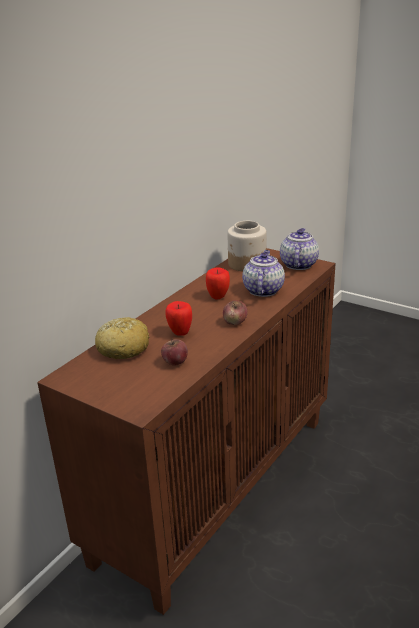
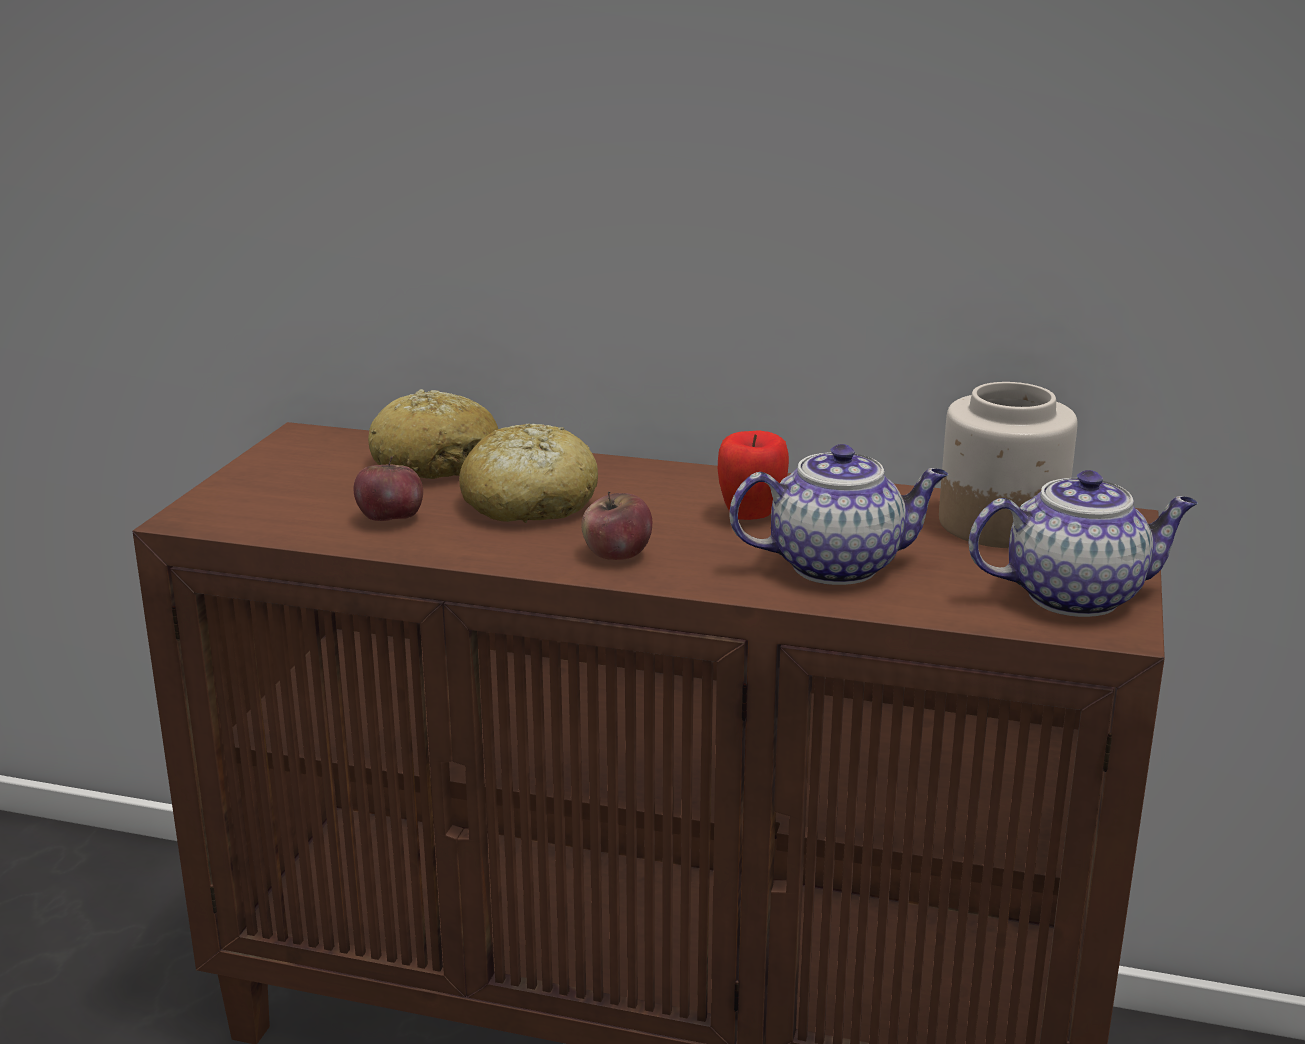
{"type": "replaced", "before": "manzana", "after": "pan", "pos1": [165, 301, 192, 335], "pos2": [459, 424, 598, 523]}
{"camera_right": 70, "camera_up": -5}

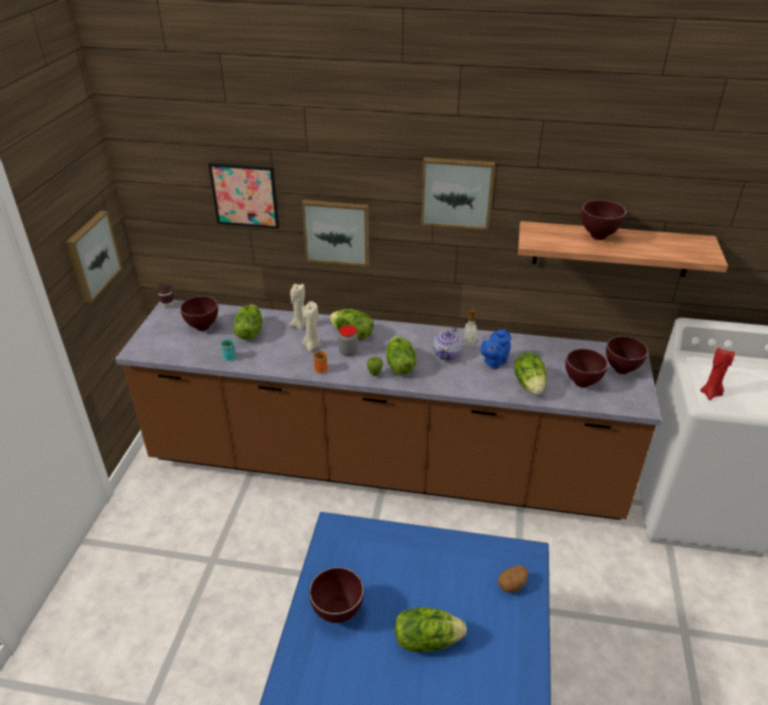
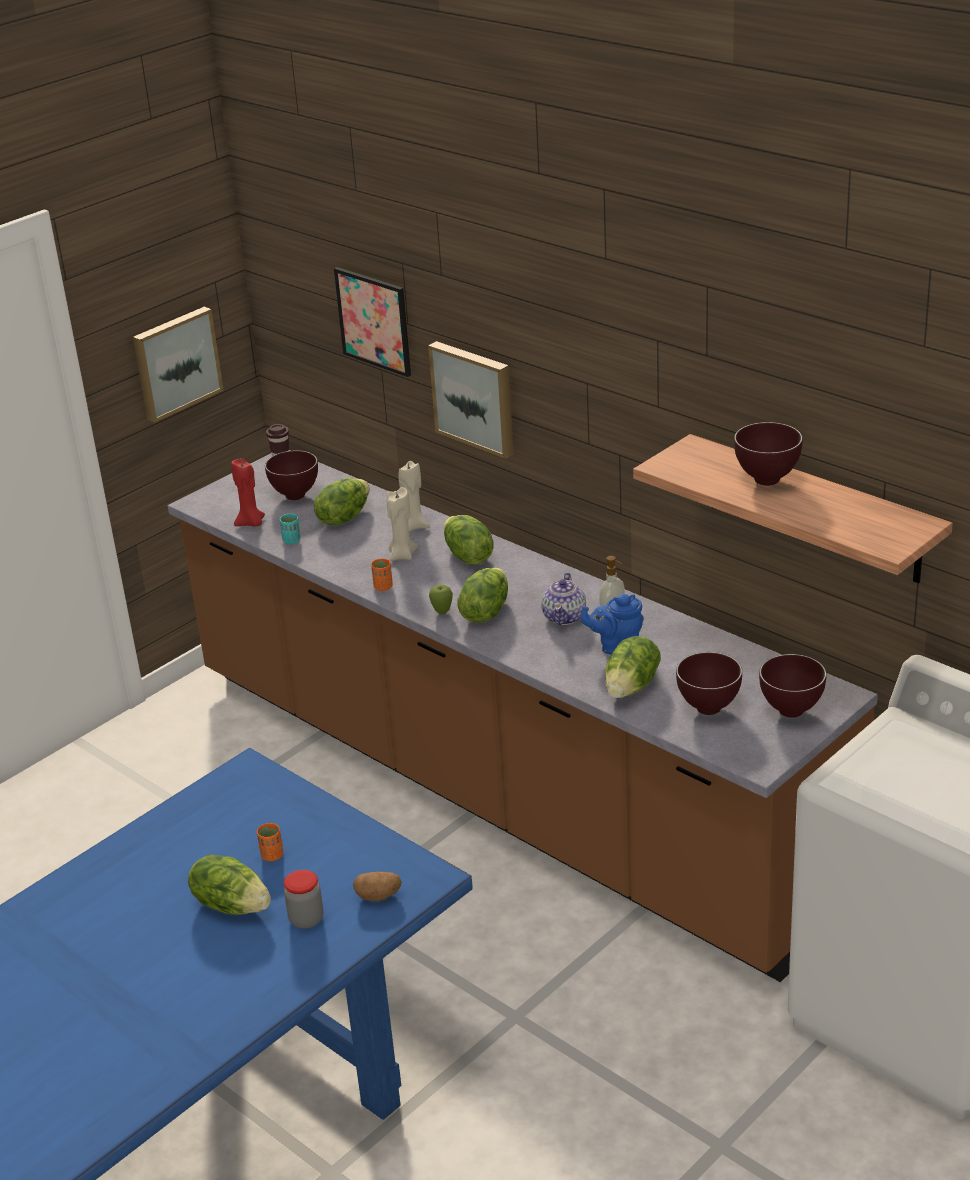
{"type": "removed", "before": "cuenco (marrón)", "pos1": [309, 567, 364, 623]}
{"type": "removed", "before": "cuadro", "pos1": [421, 157, 495, 230]}
{"type": "added", "after": "taza (naranja)", "pos2": [257, 823, 283, 861]}
{"type": "moved", "before": "tarro", "pos1": [339, 325, 358, 356], "pos2": [284, 870, 323, 929]}
{"type": "moved", "before": "vela (rojo)", "pos1": [700, 347, 735, 400], "pos2": [231, 458, 265, 527]}
{"type": "turned", "before": "tetera", "pos1": [433, 327, 462, 360], "pos2": [541, 572, 586, 625], "turn": -45}
{"camera_right": 35, "camera_up": -5}

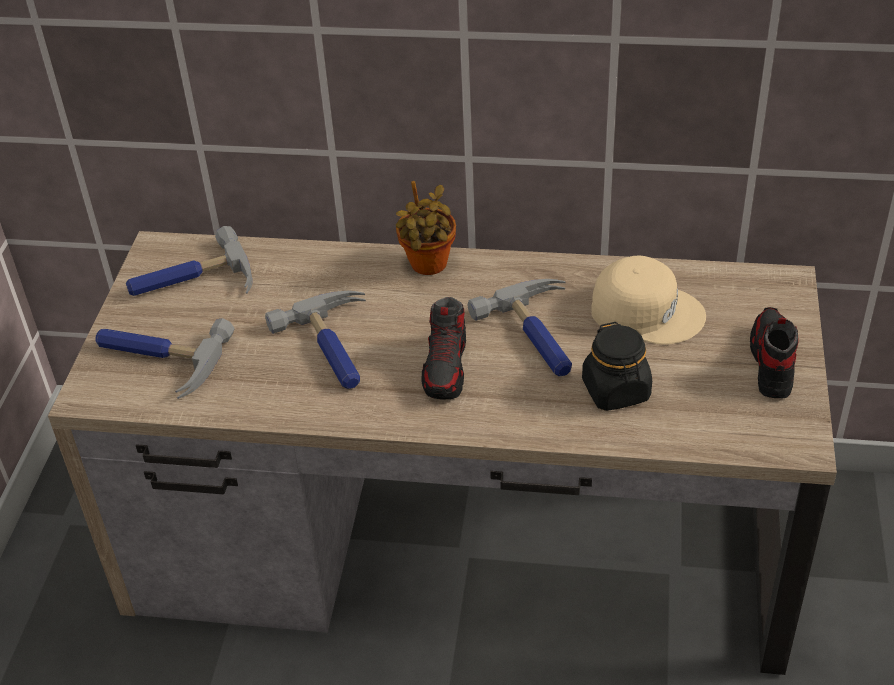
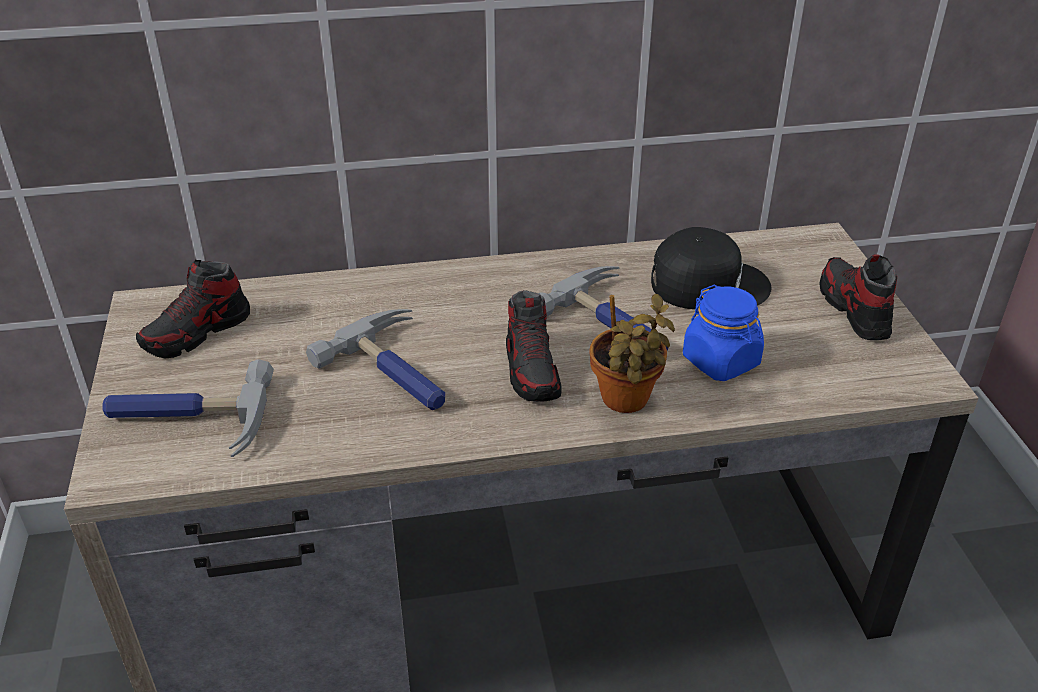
{"type": "moved", "before": "planta en maceta", "pos1": [396, 181, 456, 275], "pos2": [590, 294, 675, 413]}
{"type": "replaced", "before": "martillo", "after": "zapato", "pos1": [126, 226, 253, 296], "pos2": [136, 260, 250, 359]}
{"type": "recoloured", "before": "tarro (negro)", "after": "tarro (azul)", "pos1": [582, 322, 652, 411], "pos2": [683, 284, 764, 381]}
{"type": "recoloured", "before": "gorra (beis)", "after": "gorra (negro)", "pos1": [591, 255, 706, 345], "pos2": [651, 227, 772, 309]}
{"camera_right": -20, "camera_up": -5}

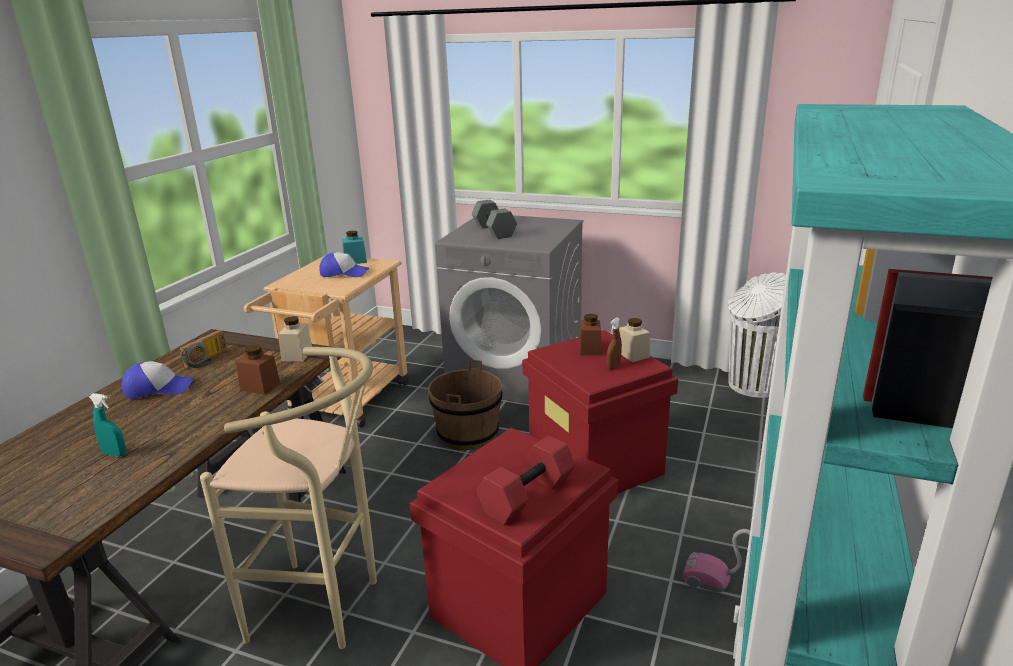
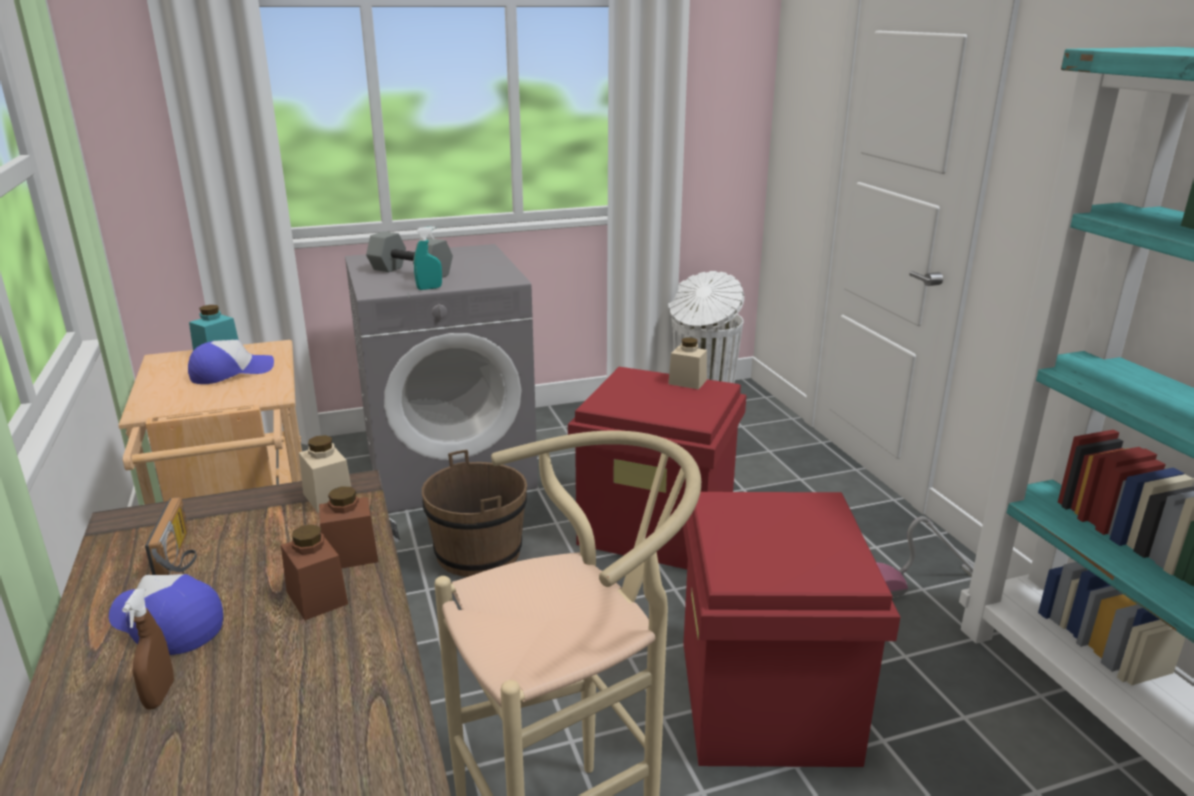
{"type": "removed", "before": "mancuerna (rojo)", "pos1": [477, 436, 575, 525]}
{"type": "moved", "before": "pulverizador (turquesa)", "pos1": [89, 393, 126, 457], "pos2": [414, 227, 442, 290]}
{"type": "moved", "before": "tarro (marrón)", "pos1": [580, 314, 601, 356], "pos2": [281, 524, 348, 620]}
{"type": "moved", "before": "pulverizador (marrón)", "pos1": [607, 317, 622, 370], "pos2": [122, 589, 174, 710]}
{"type": "turned", "before": "gorra", "pos1": [122, 361, 194, 398], "pos2": [109, 574, 223, 655], "turn": -105}
{"camera_right": -40, "camera_up": 0}

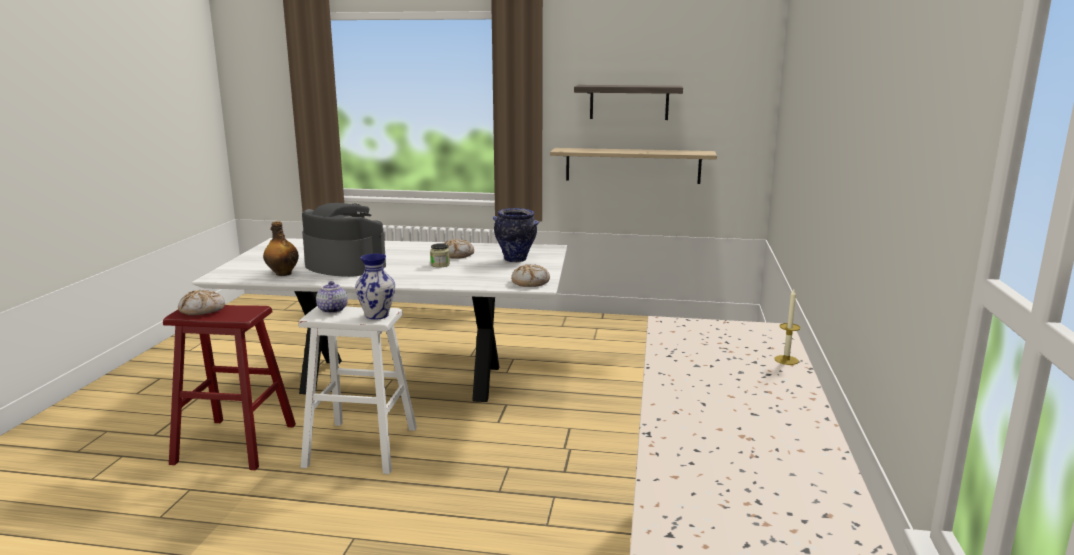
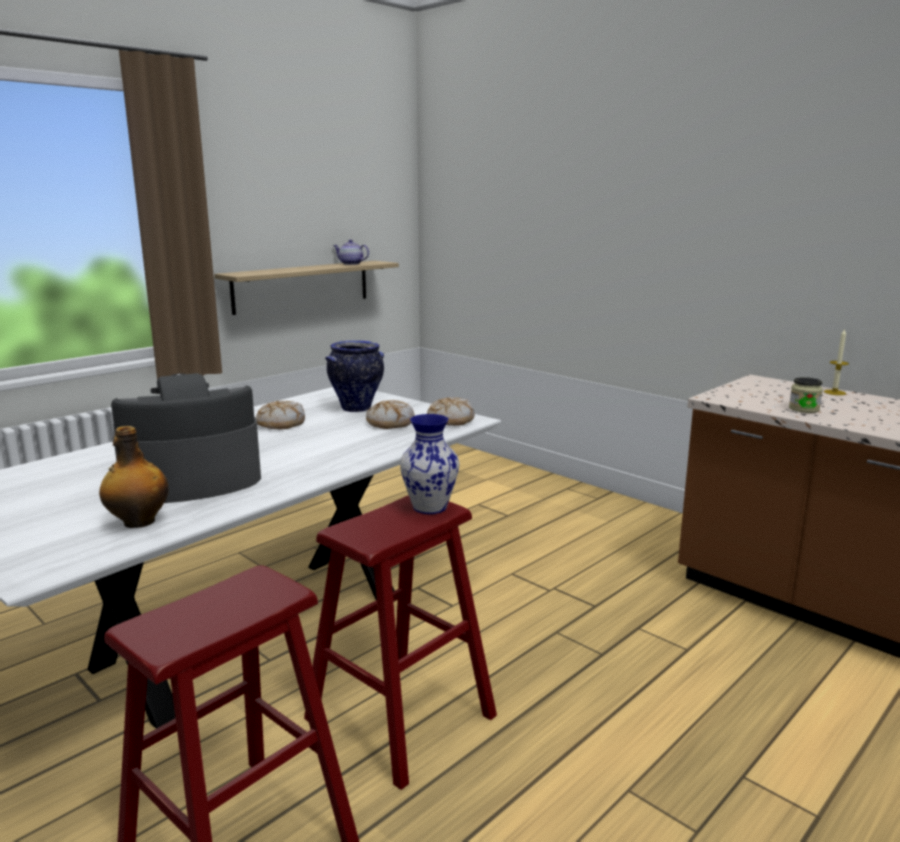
{"type": "removed", "before": "estante", "pos1": [574, 85, 683, 120]}
{"type": "moved", "before": "pan", "pos1": [178, 290, 225, 316], "pos2": [366, 400, 415, 429]}
{"type": "moved", "before": "tetera", "pos1": [316, 281, 348, 313], "pos2": [333, 240, 369, 265]}
{"type": "moved", "before": "tarro", "pos1": [430, 243, 450, 268], "pos2": [789, 377, 823, 413]}
{"type": "recoloured", "before": "taburete (blanco)", "after": "taburete (rojo)", "pos1": [299, 306, 417, 474], "pos2": [304, 495, 497, 790]}
{"camera_right": -55, "camera_up": 0}

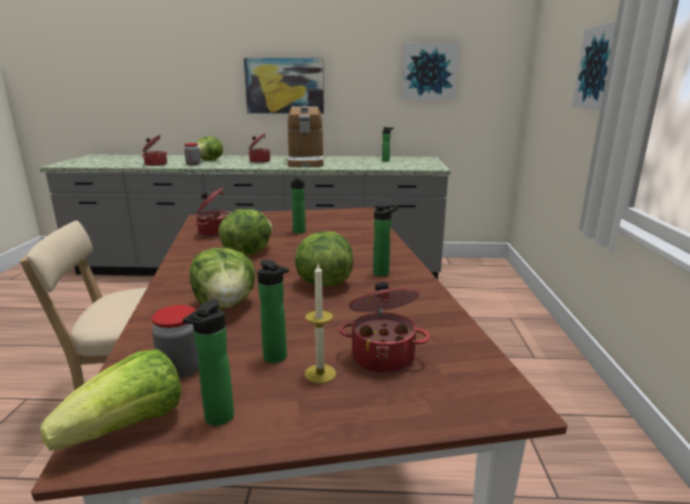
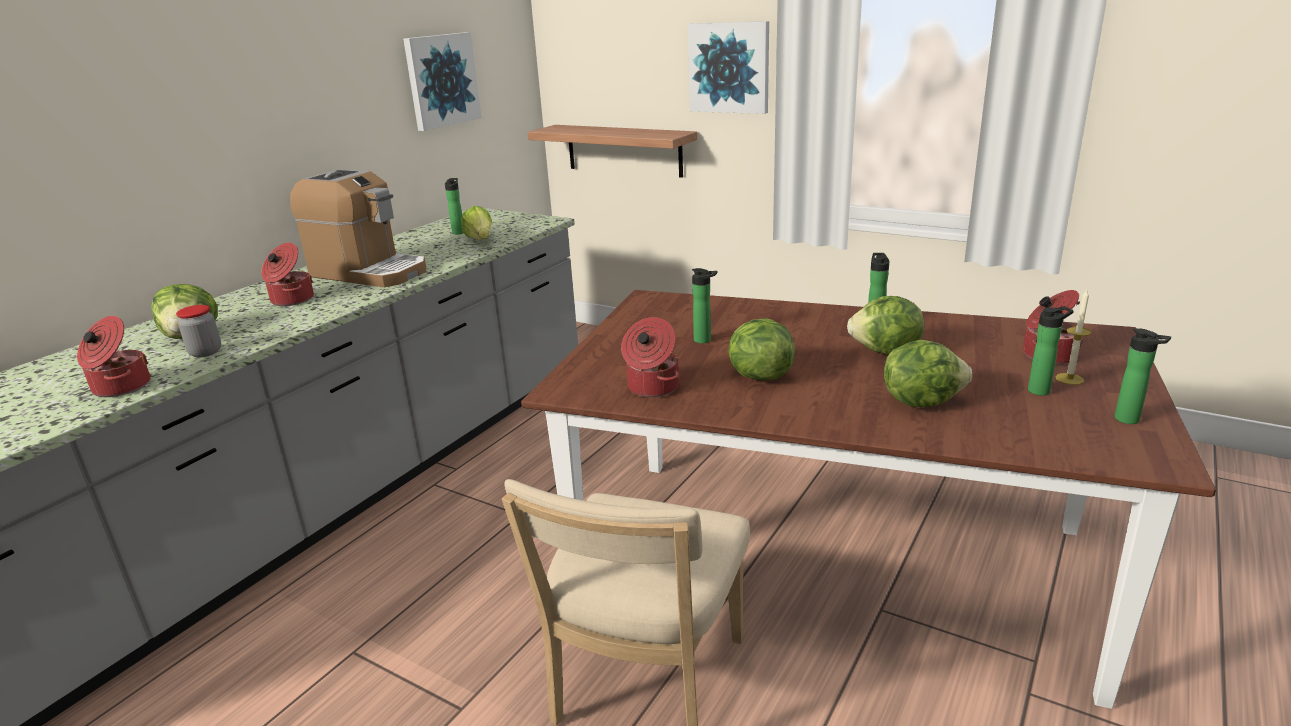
{"type": "removed", "before": "tarro", "pos1": [152, 305, 199, 379]}
{"type": "removed", "before": "cuadro", "pos1": [244, 58, 324, 114]}
{"type": "added", "after": "estante", "pos2": [527, 125, 697, 178]}
{"type": "moved", "before": "lechuga", "pos1": [40, 349, 181, 451], "pos2": [461, 206, 492, 240]}
{"camera_right": -60, "camera_up": 5}

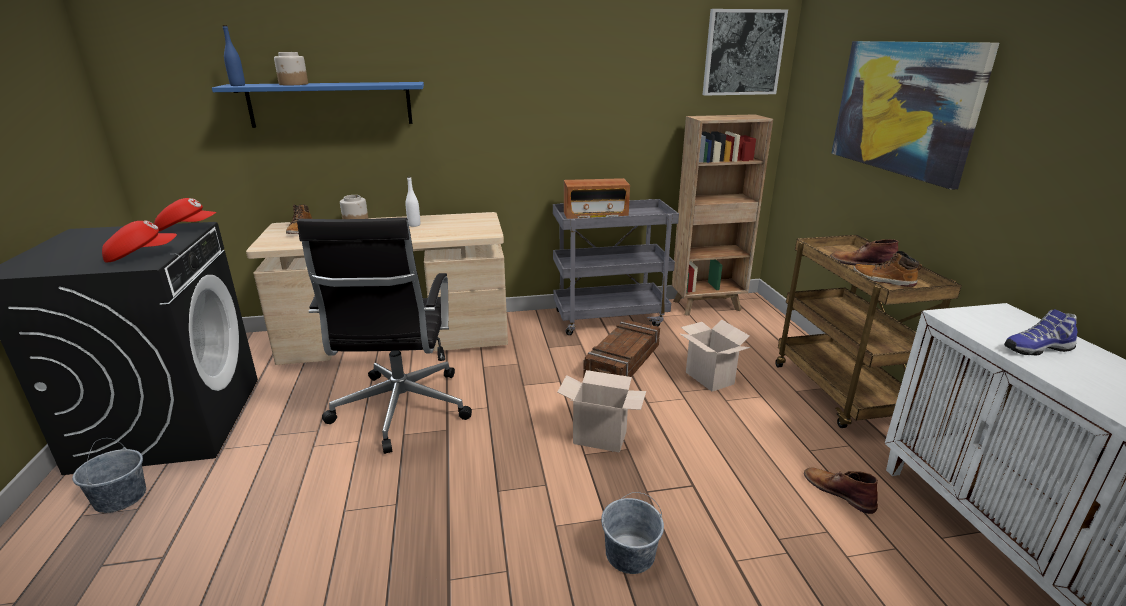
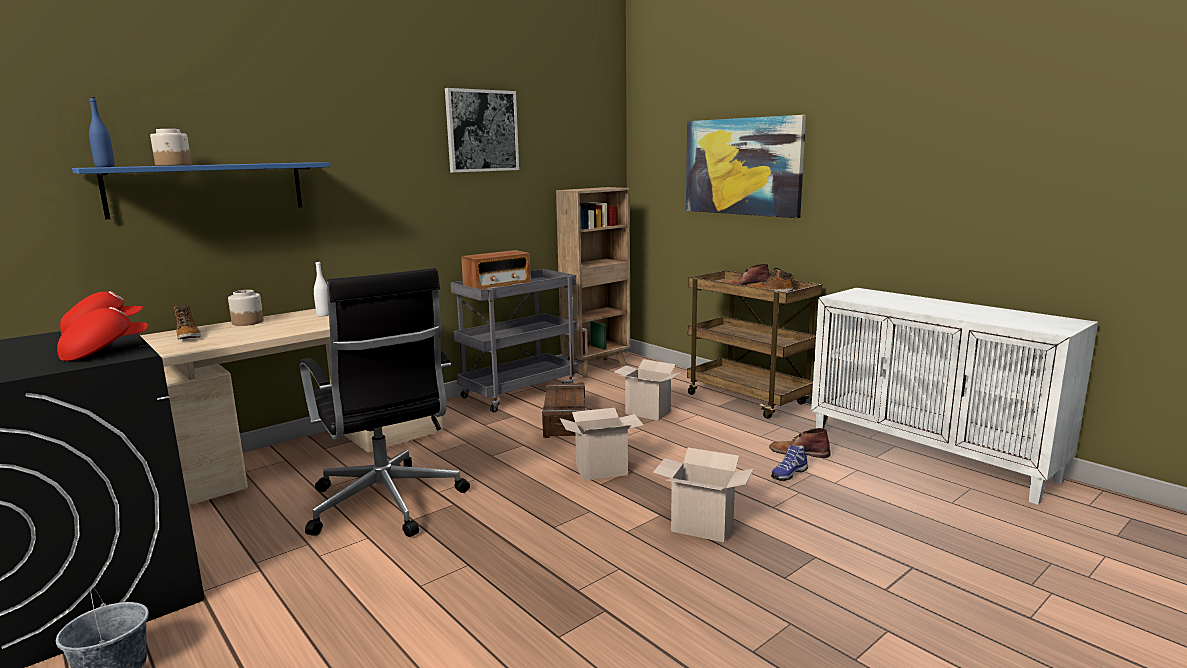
{"type": "moved", "before": "cuadro", "pos1": [703, 9, 788, 95], "pos2": [445, 88, 519, 172]}
{"type": "moved", "before": "zapato", "pos1": [1004, 309, 1077, 355], "pos2": [771, 445, 808, 481]}
{"type": "replaced", "before": "cubo (gris)", "after": "caja de cartón", "pos1": [601, 492, 664, 574], "pos2": [653, 448, 754, 542]}
{"camera_right": -30, "camera_up": -10}

